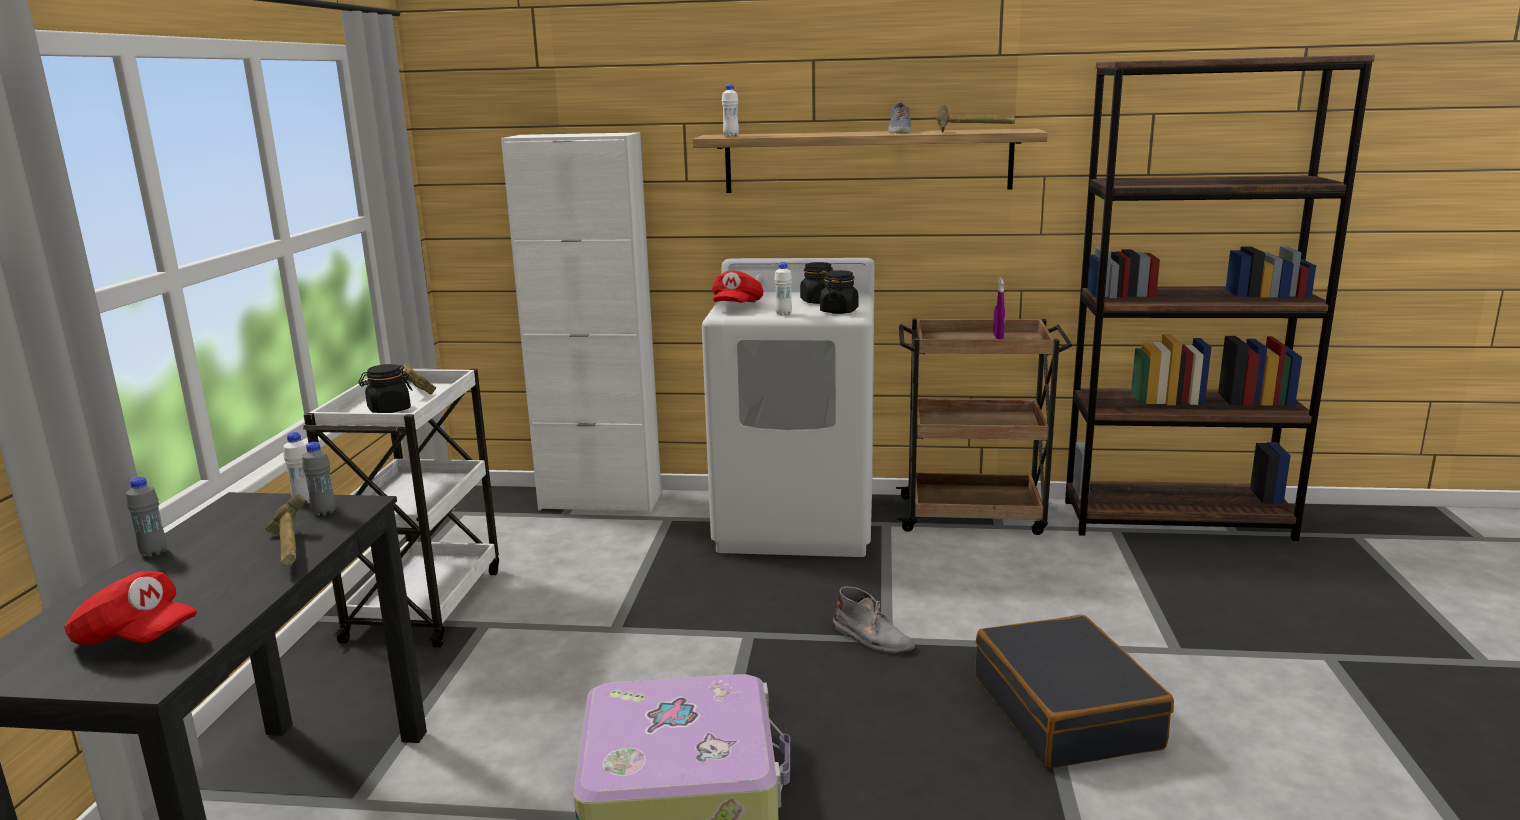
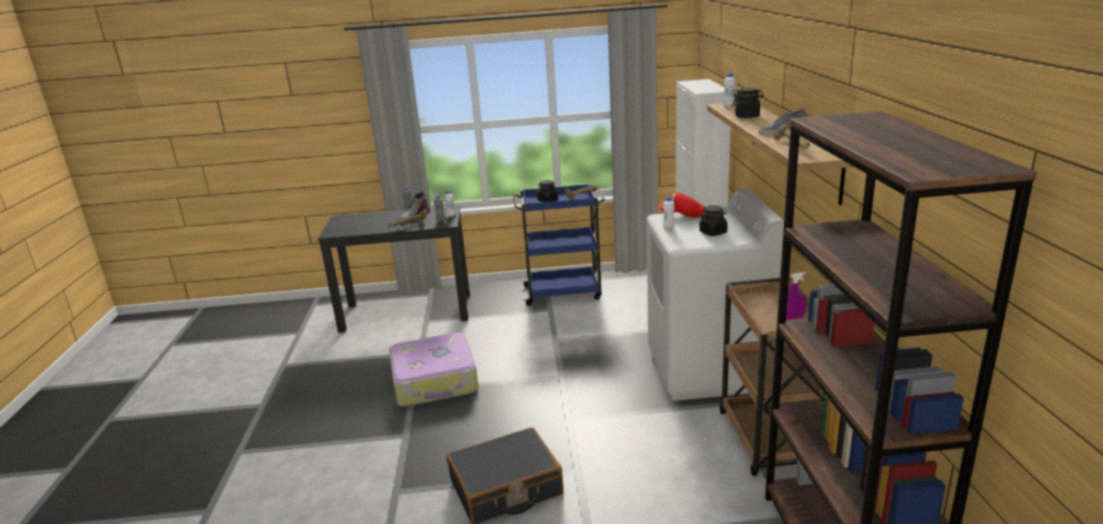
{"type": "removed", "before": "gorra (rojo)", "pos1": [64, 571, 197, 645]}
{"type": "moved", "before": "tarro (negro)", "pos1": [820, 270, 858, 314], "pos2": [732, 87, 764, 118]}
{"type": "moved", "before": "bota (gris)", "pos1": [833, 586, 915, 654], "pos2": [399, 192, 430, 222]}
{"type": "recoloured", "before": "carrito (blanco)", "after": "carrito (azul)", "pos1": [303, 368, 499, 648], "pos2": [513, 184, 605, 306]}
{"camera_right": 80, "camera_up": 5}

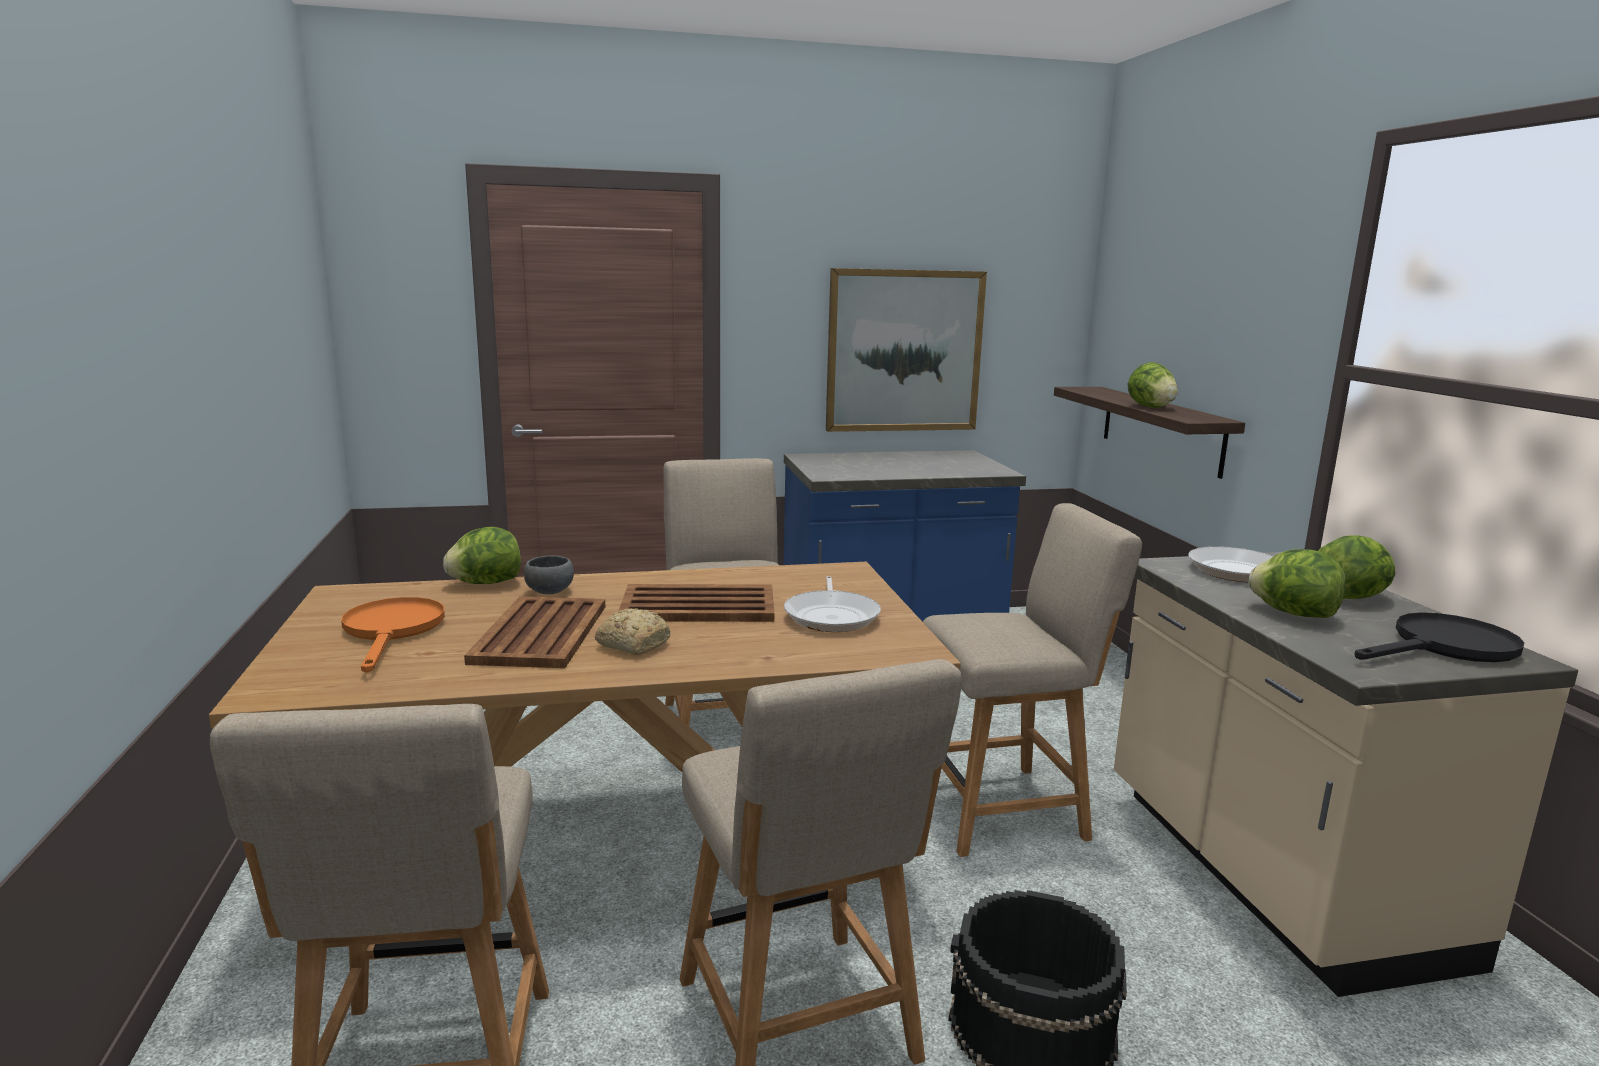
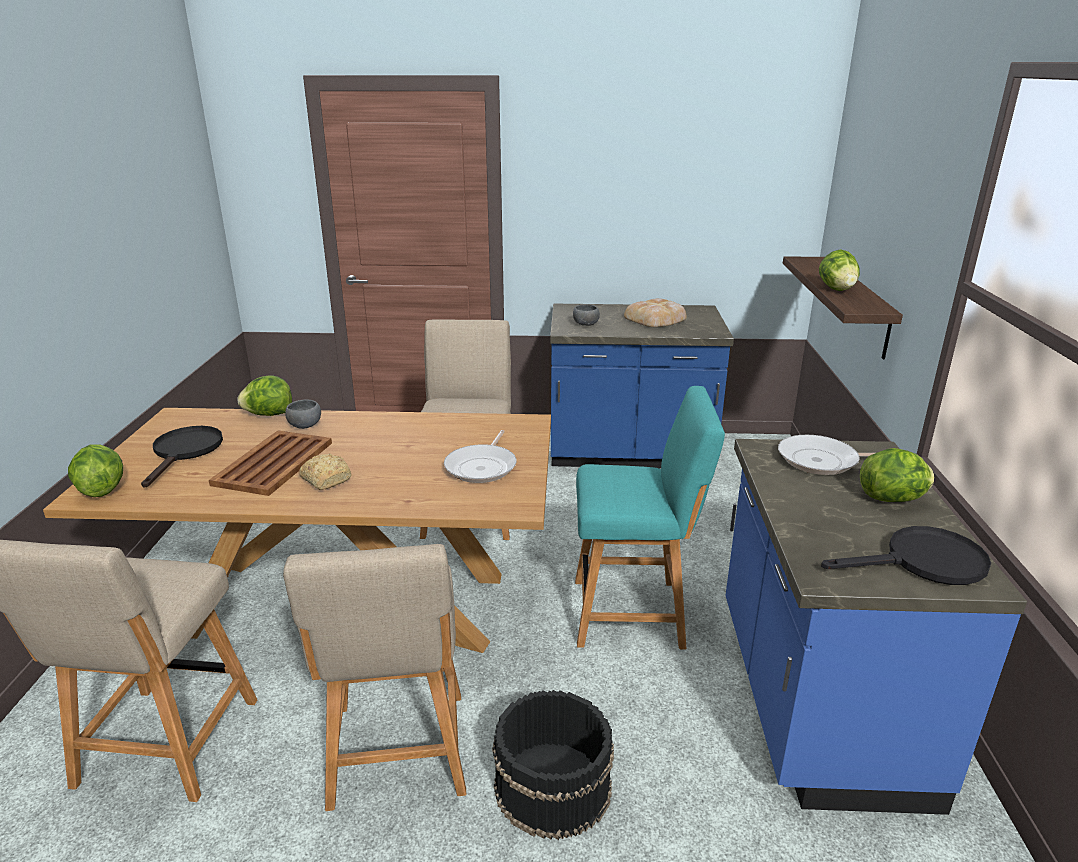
{"type": "removed", "before": "bandeja (marrón)", "pos1": [619, 584, 774, 622]}
{"type": "removed", "before": "cuadro", "pos1": [826, 268, 987, 432]}
{"type": "added", "after": "cuenco (gris)", "pos2": [573, 304, 600, 326]}
{"type": "added", "after": "pan", "pos2": [624, 298, 687, 327]}
{"type": "moved", "before": "lechuga", "pos1": [1248, 549, 1345, 618], "pos2": [68, 444, 123, 497]}
{"type": "recoloured", "before": "sartén (naranja)", "after": "sartén (negro)", "pos1": [341, 597, 445, 673], "pos2": [141, 426, 223, 488]}
{"type": "recoloured", "before": "silla (beis)", "after": "silla (turquesa)", "pos1": [923, 503, 1142, 857], "pos2": [575, 386, 725, 649]}
{"type": "recoloured", "before": "mueble bajo de cocina (beis)", "after": "mueble bajo de cocina (azul)", "pos1": [1114, 552, 1578, 997], "pos2": [725, 439, 1027, 815]}
{"camera_right": 15, "camera_up": 10}

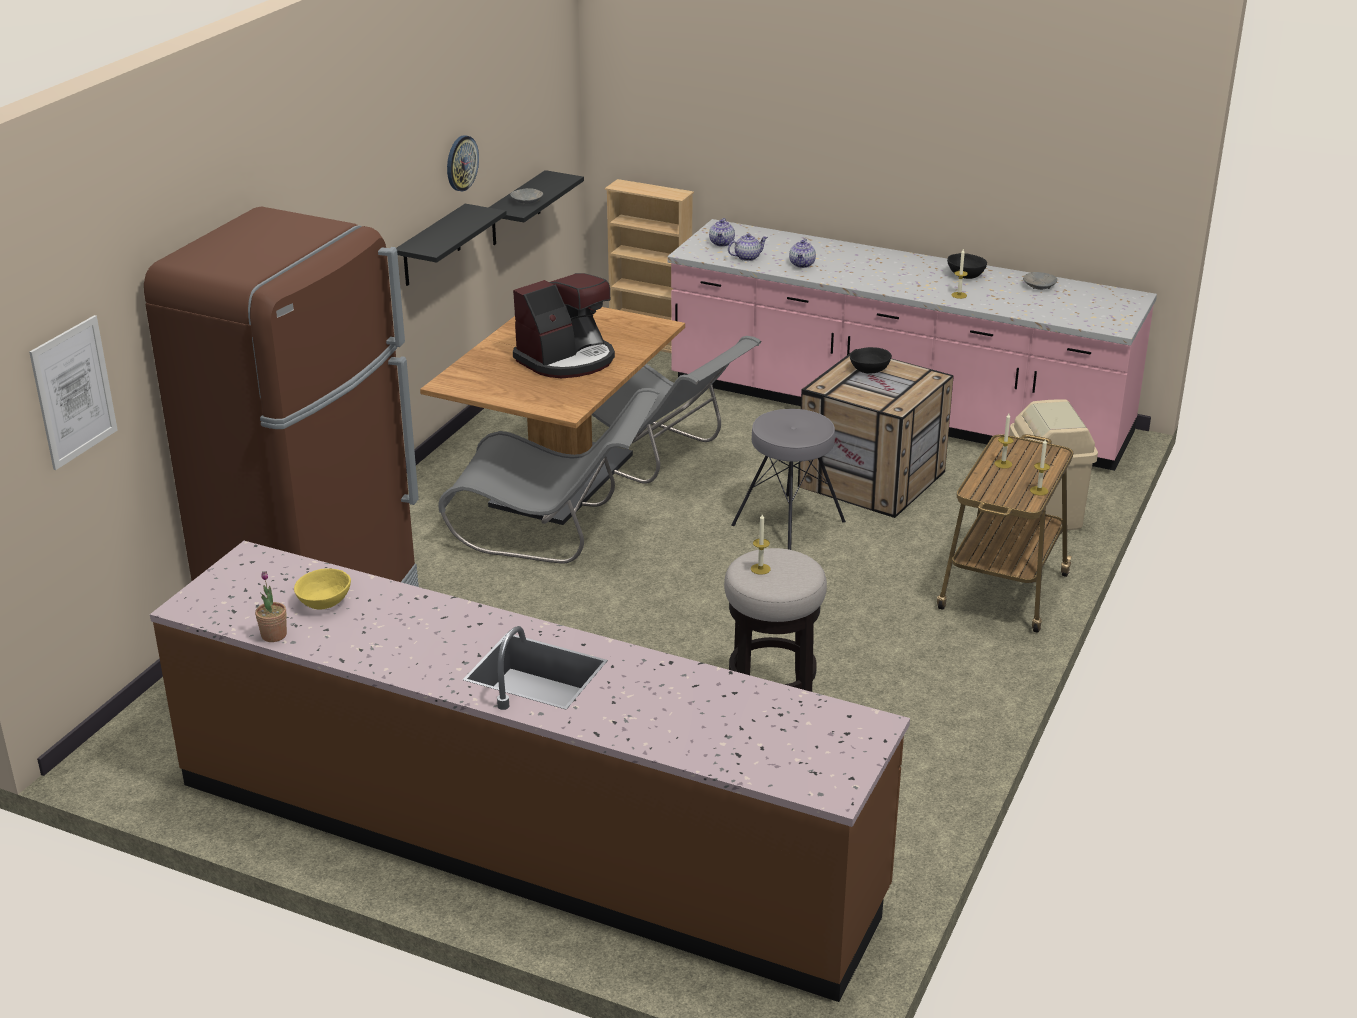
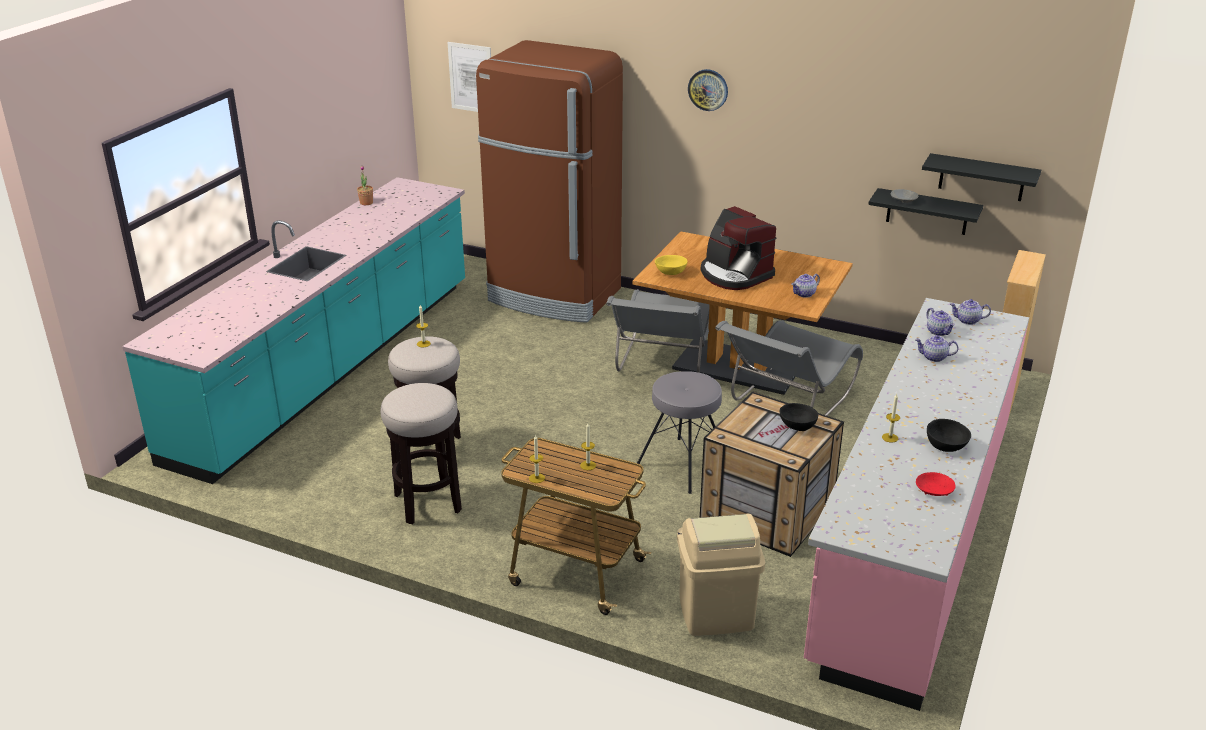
{"type": "added", "after": "taburete", "pos2": [381, 383, 462, 524]}
{"type": "added", "after": "tetera", "pos2": [792, 274, 820, 298]}
{"type": "moved", "before": "cuenco (amarillo)", "pos1": [294, 568, 351, 610], "pos2": [655, 255, 688, 275]}
{"type": "moved", "before": "estante (negro)", "pos1": [396, 204, 507, 286], "pos2": [922, 153, 1041, 201]}
{"type": "moved", "before": "reloj de pared", "pos1": [447, 135, 479, 192], "pos2": [688, 69, 728, 111]}
{"type": "recoloured", "before": "mueble bajo de cocina (marrón)", "after": "mueble bajo de cocina (turquesa)", "pos1": [150, 541, 910, 1002], "pos2": [122, 177, 465, 484]}
{"type": "recoloured", "before": "cuenco (gris)", "after": "cuenco (rojo)", "pos1": [1023, 272, 1057, 290], "pos2": [916, 472, 955, 496]}
{"camera_right": 90, "camera_up": 0}

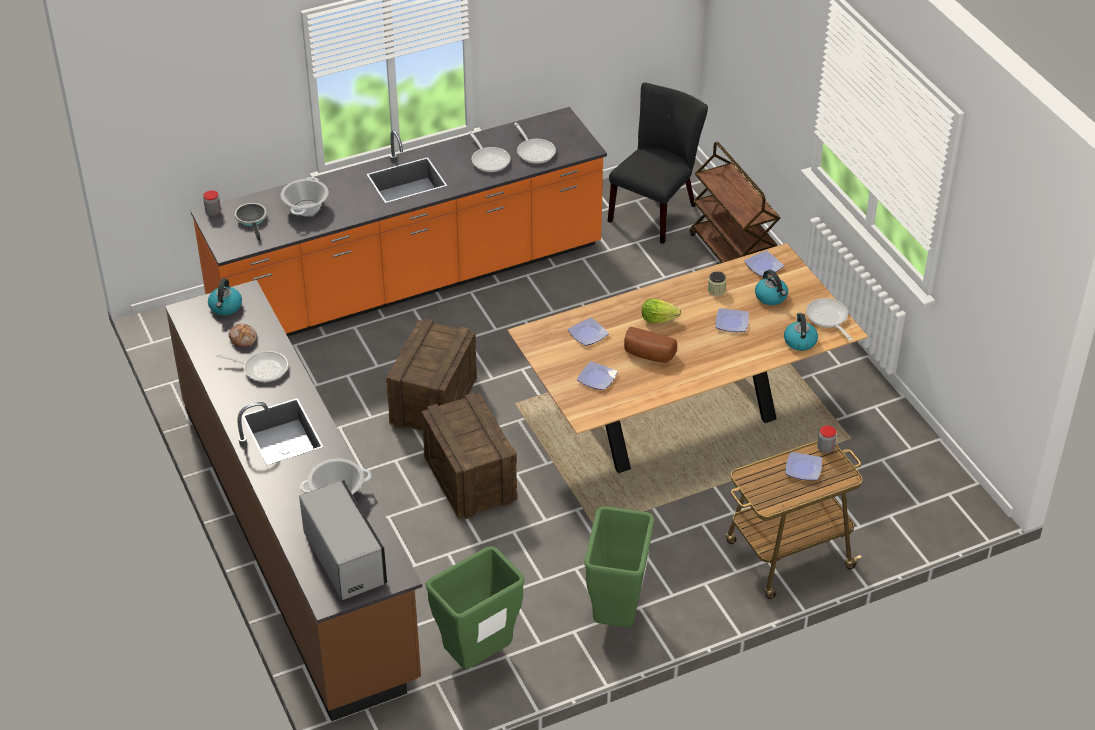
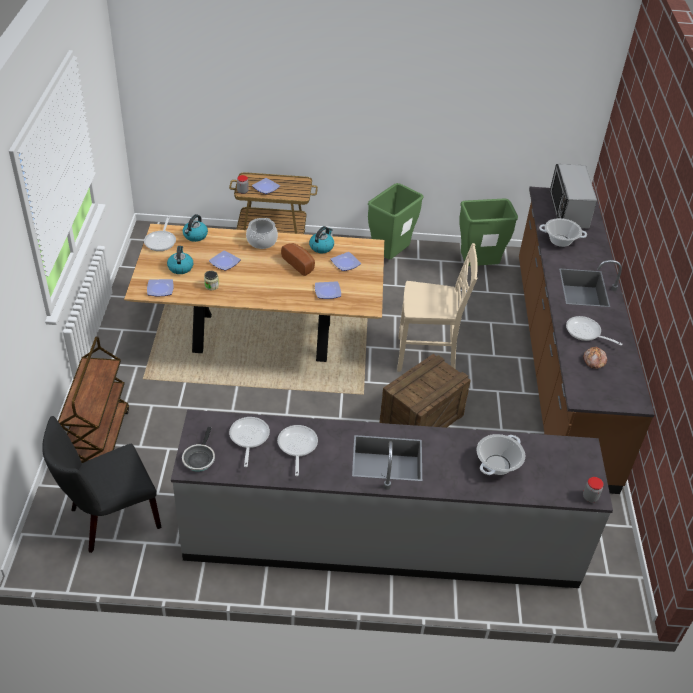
{"type": "removed", "before": "lechuga", "pos1": [642, 298, 681, 323]}
{"type": "added", "after": "olla", "pos2": [246, 218, 278, 249]}
{"type": "moved", "before": "hervidor", "pos1": [208, 279, 242, 315], "pos2": [309, 226, 334, 253]}
{"type": "moved", "before": "sartén", "pos1": [235, 203, 267, 241], "pos2": [182, 427, 215, 472]}
{"type": "replaced", "before": "caja de embalaje", "after": "silla (beis)", "pos1": [421, 393, 517, 519], "pos2": [397, 243, 478, 372]}
{"type": "recoloured", "before": "mueble bajo de cocina (naranja)", "after": "mueble bajo de cocina (gris)", "pos1": [190, 107, 607, 337], "pos2": [171, 410, 613, 588]}
{"camera_right": -155, "camera_up": 0}

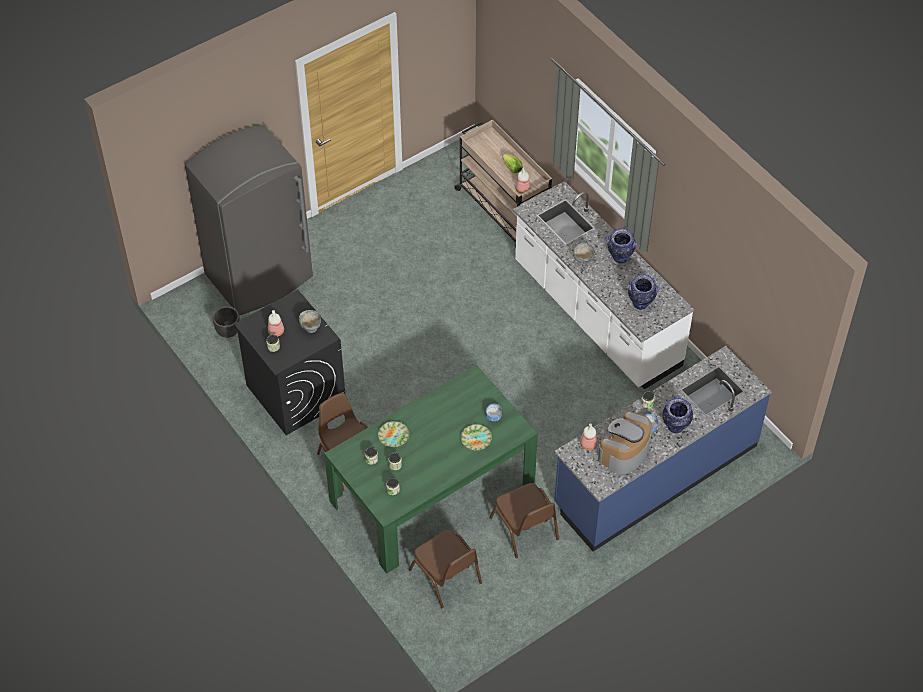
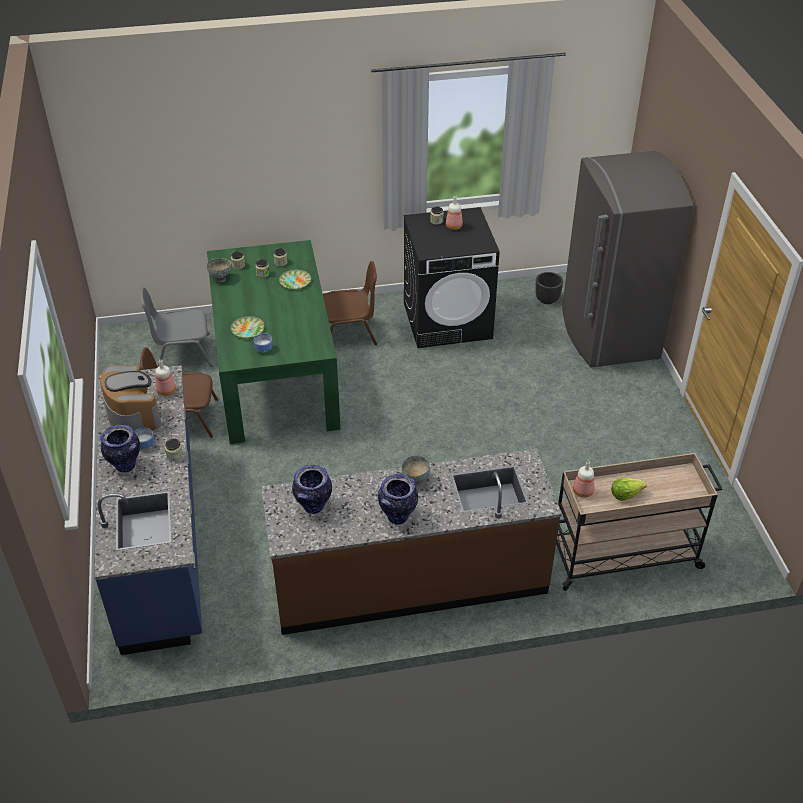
{"type": "moved", "before": "cuenco (gris)", "pos1": [299, 310, 321, 333], "pos2": [206, 258, 231, 282]}
{"type": "recoloured", "before": "silla (marrón)", "after": "silla (gris)", "pos1": [409, 530, 482, 608], "pos2": [141, 287, 213, 367]}
{"type": "recoloured", "before": "mueble bajo de cocina (blanco)", "after": "mueble bajo de cocina (marrón)", "pos1": [513, 181, 694, 390], "pos2": [261, 449, 562, 635]}
{"camera_right": 115, "camera_up": -10}

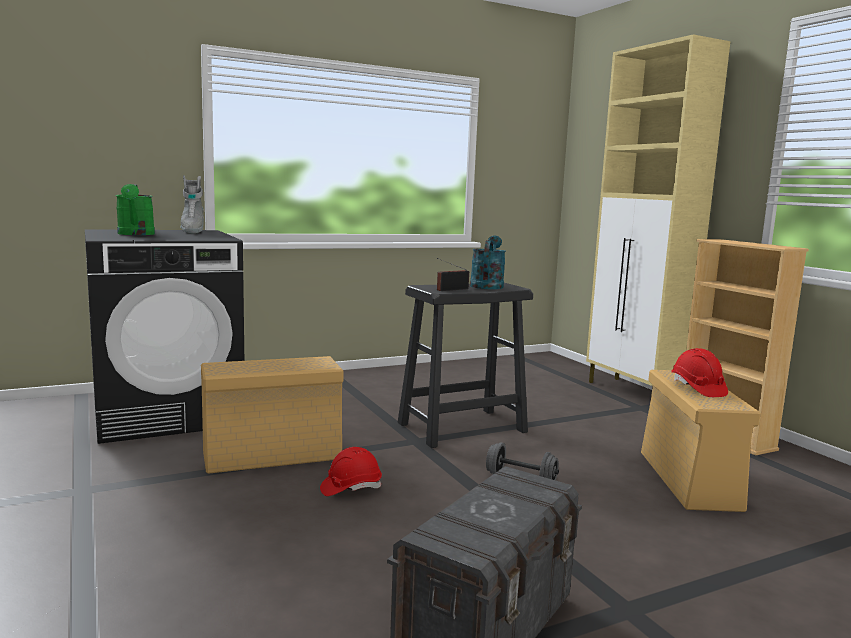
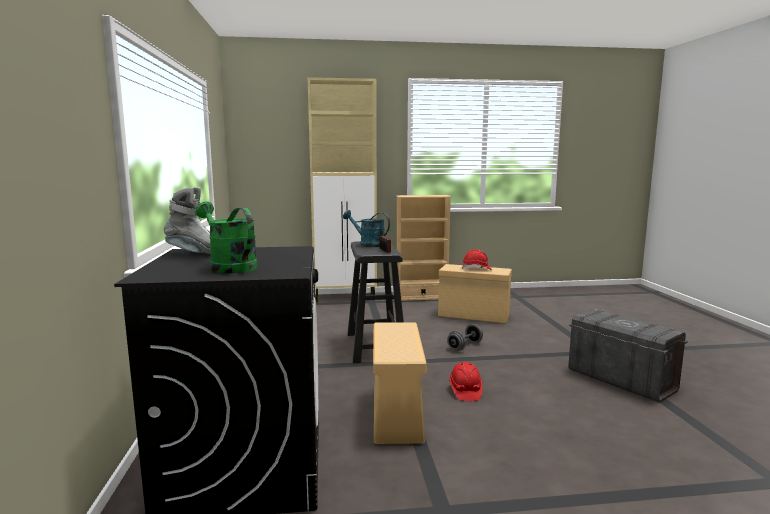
{"type": "turned", "before": "regadera (verde)", "pos1": [116, 184, 155, 235], "pos2": [195, 202, 258, 273], "turn": -135}
{"camera_right": -70, "camera_up": 0}

